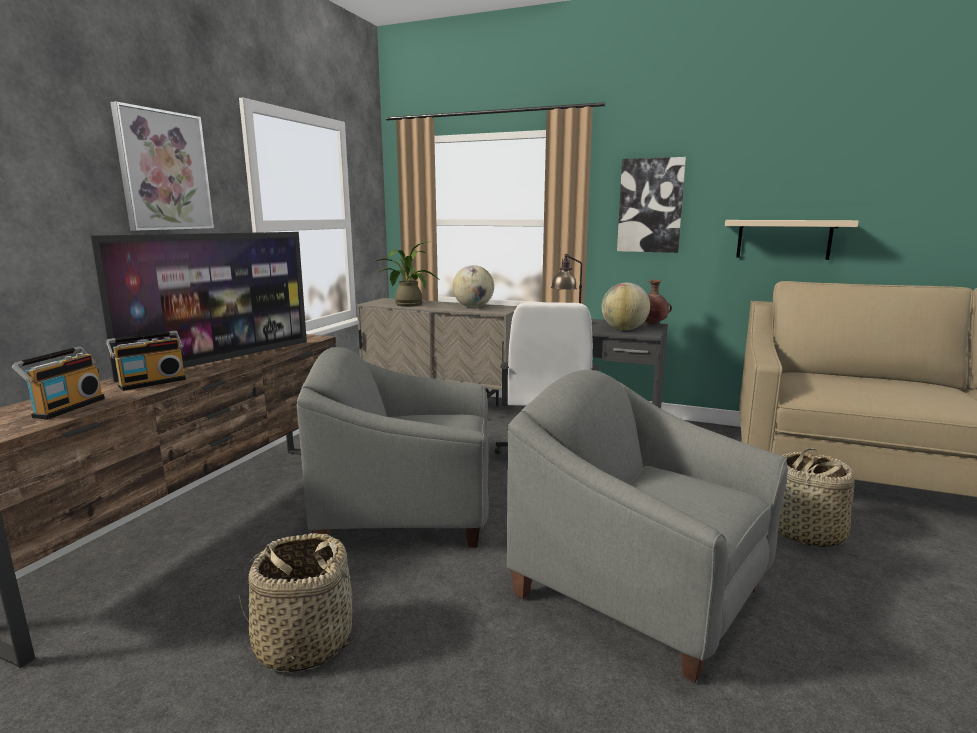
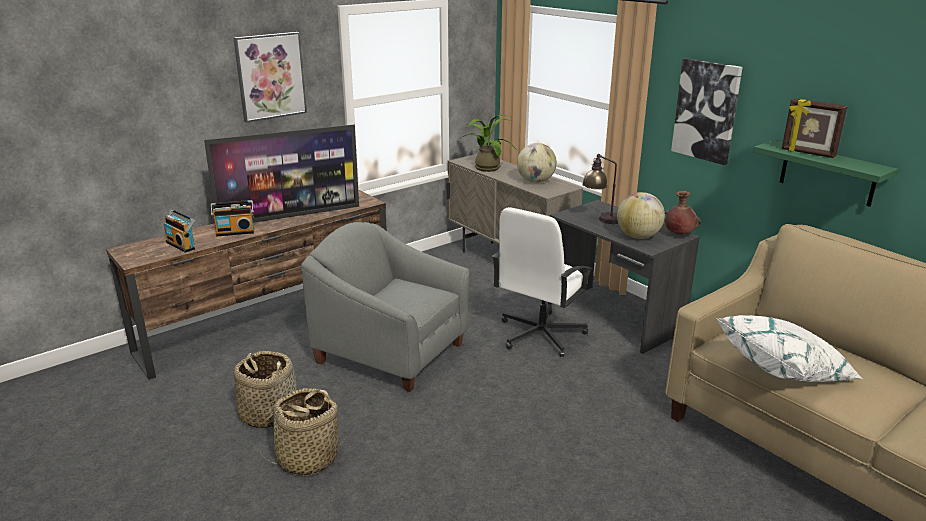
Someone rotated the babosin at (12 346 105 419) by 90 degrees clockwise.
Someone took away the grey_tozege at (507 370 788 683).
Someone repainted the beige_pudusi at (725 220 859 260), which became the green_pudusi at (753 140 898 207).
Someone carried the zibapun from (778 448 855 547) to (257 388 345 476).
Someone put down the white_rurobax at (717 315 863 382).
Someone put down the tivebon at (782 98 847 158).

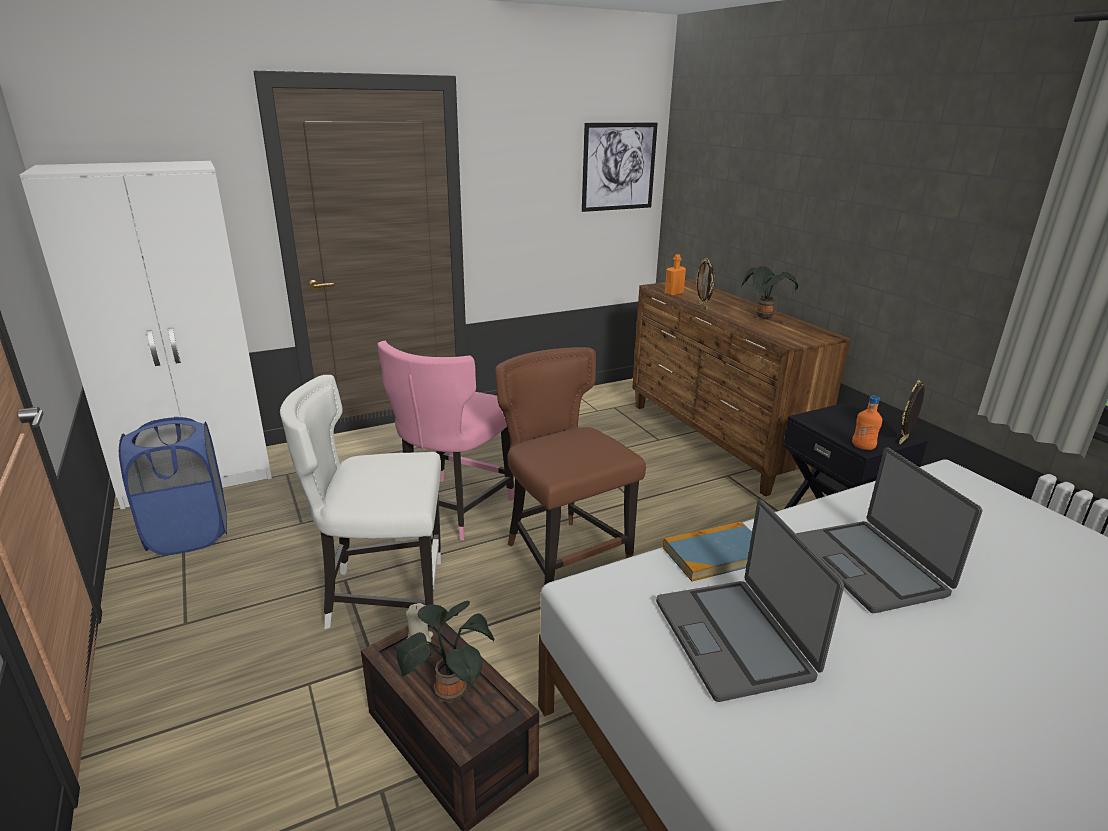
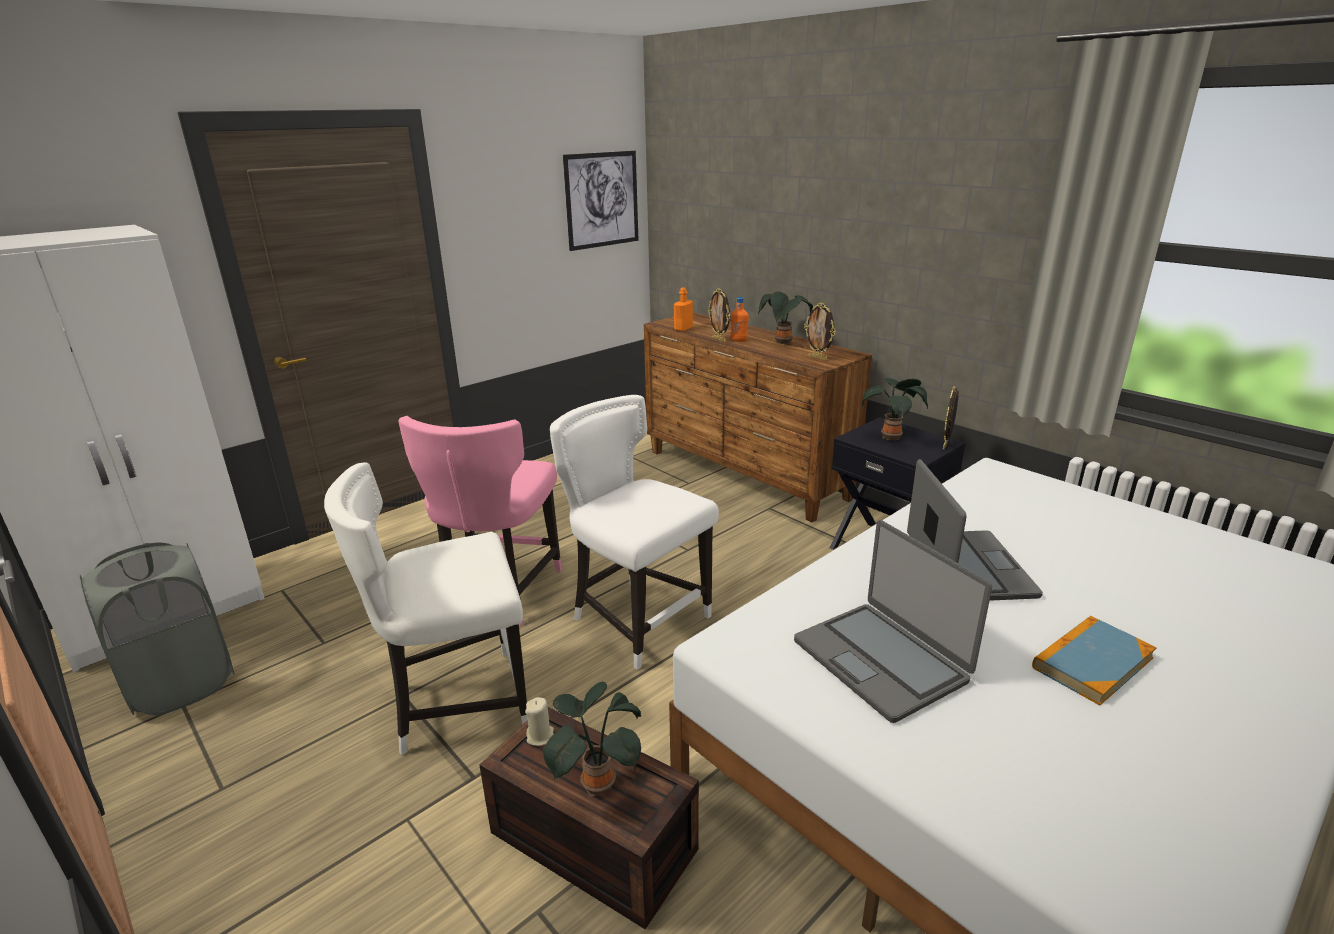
Someone repainted the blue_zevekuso at (119 417 227 555), which became the grey_zevekuso at (80 542 234 715).
Someone repainted the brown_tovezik at (495 347 646 584), which became the white_tovezik at (550 395 719 670).
Someone carried the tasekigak from (663 522 752 581) to (1032 616 1157 705).
Someone rotated the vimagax at (796 447 982 613) by 150 degrees counterclockwise.
Someone carried the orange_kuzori from (852 396 883 450) to (730 297 749 342).
Someone put down the tivebon at (804 303 835 361).
Someone put down the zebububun at (862 378 928 440).

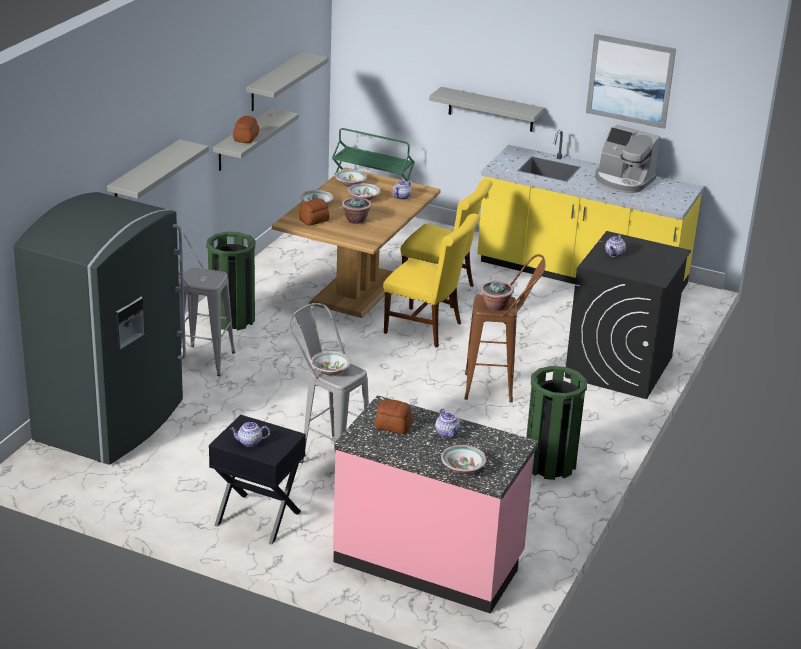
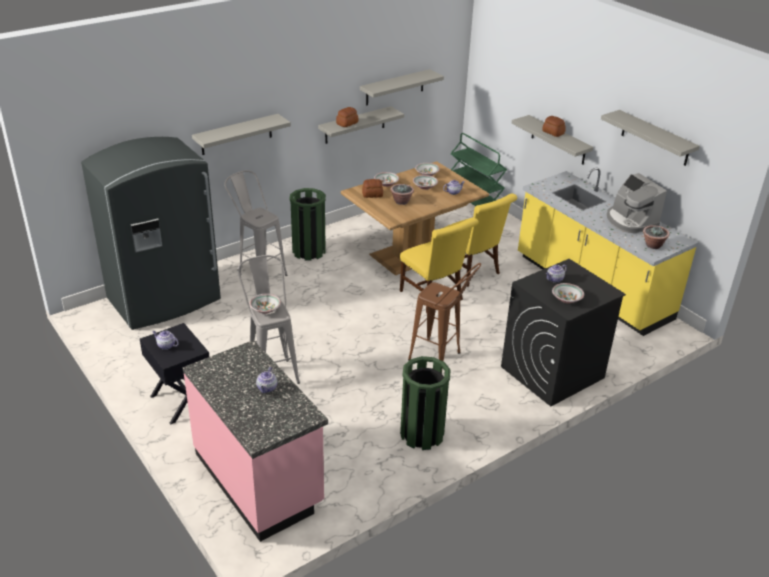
Someone carried the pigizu from (374 399 413 434) to (542 116 566 137).
Someone carried the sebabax from (441 445 486 474) to (552 283 584 303).
Someone carried the zebububun from (480 281 514 311) to (643 225 670 249).
Someone swapped the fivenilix at (586 34 676 129) for the grey_pudusi at (601 110 700 166).

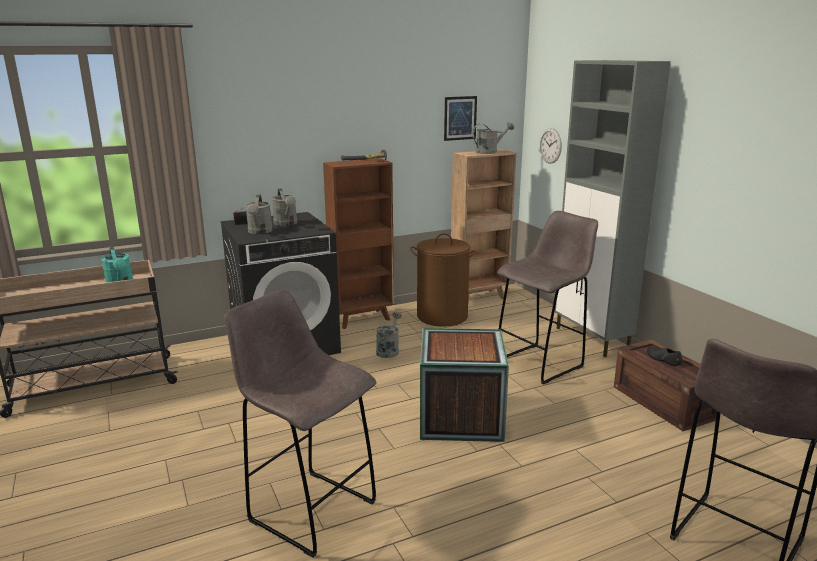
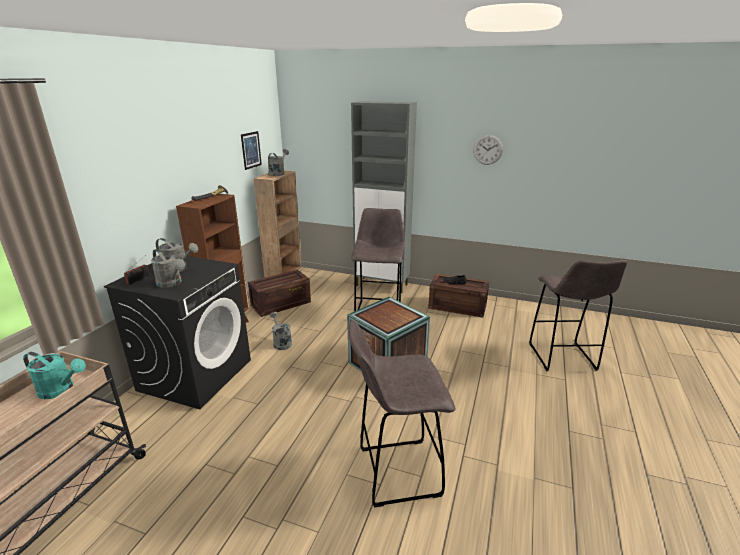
Someone swapped the brown_zevekuso at (410 233 476 327) for the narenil at (248 270 311 317).
Someone carried the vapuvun from (540 128 562 164) to (473 135 503 165).

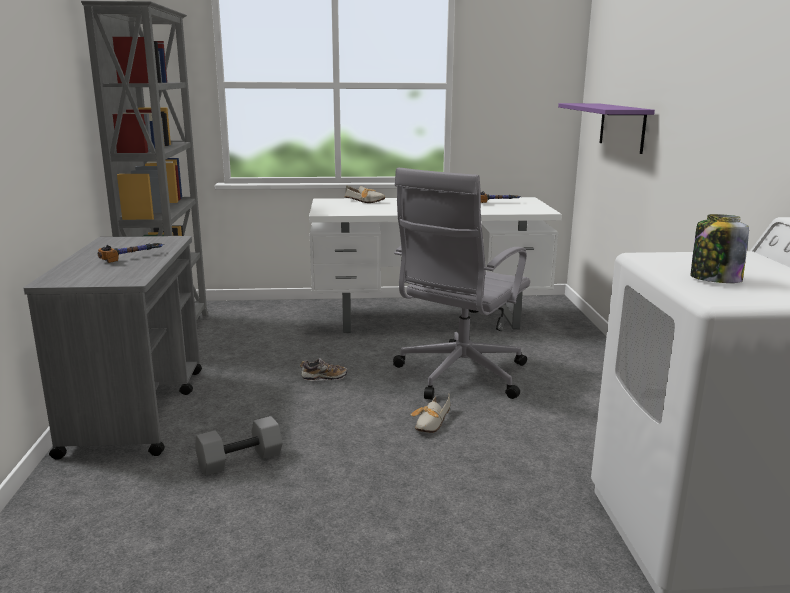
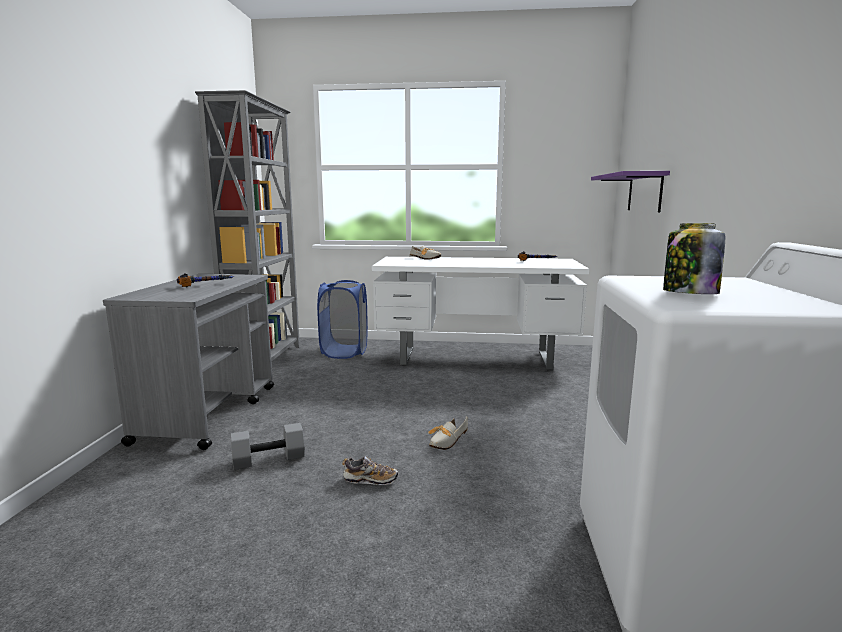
Someone carried the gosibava from (300 358 348 381) to (342 456 398 485).
Someone took away the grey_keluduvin at (393 168 530 400).
Someone put down the blue_zevekuso at (317 280 368 359).

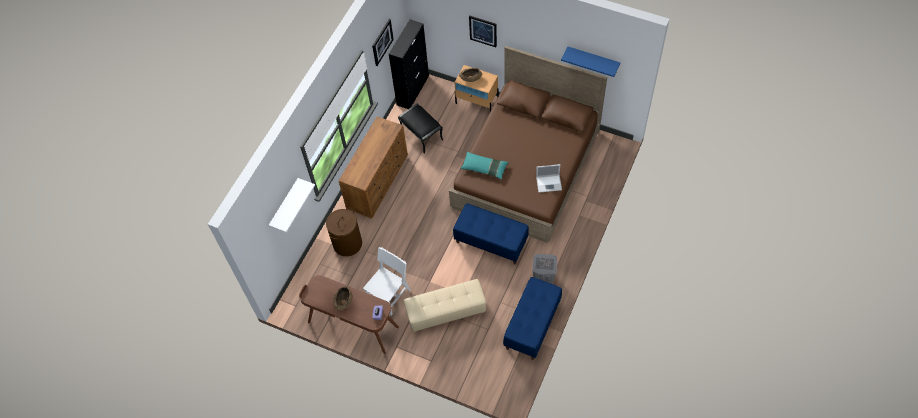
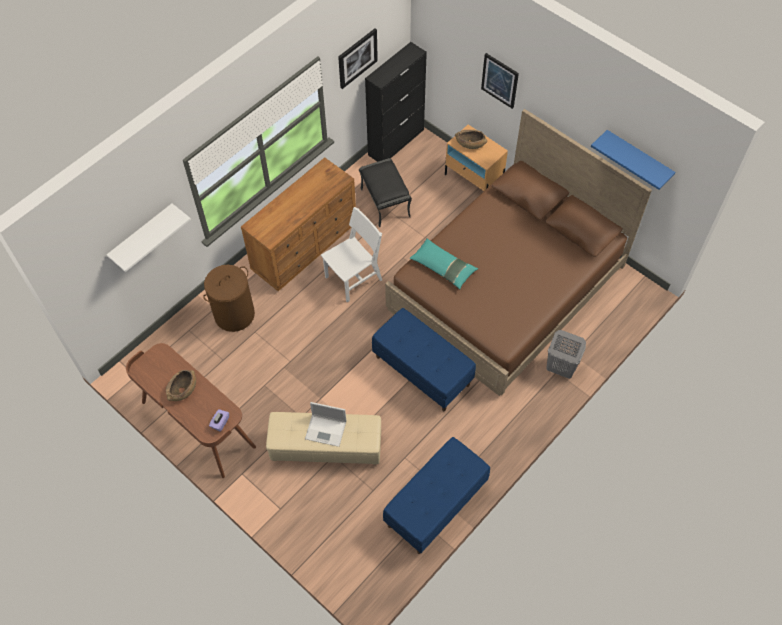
Someone carried the white_tovezik from (363 247 411 315) to (321 207 382 303).
Someone carried the grey_zevekuso from (532 254 557 284) to (546 330 586 379).
Someone carried the vimagax from (536 164 562 193) to (305 402 346 447).

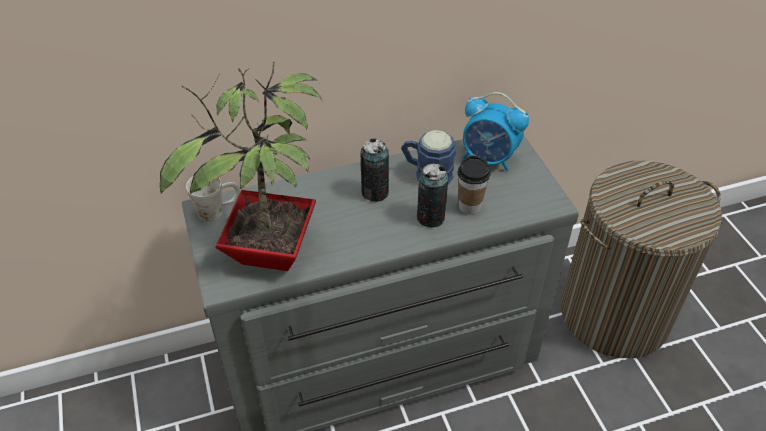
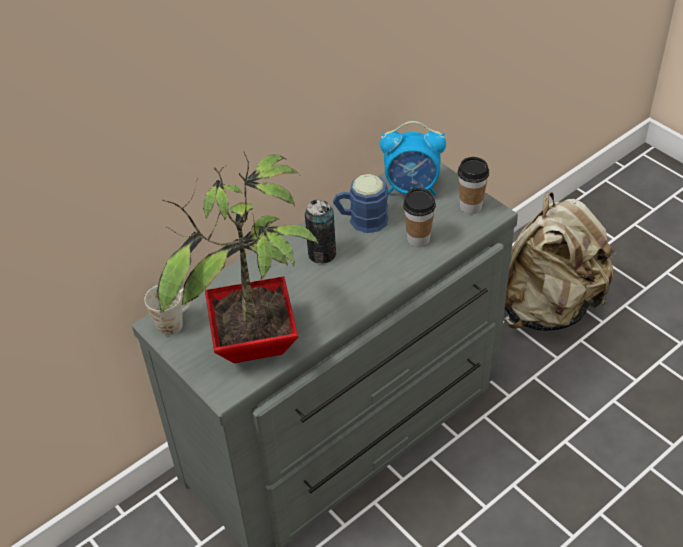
Someone took away the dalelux at (417 164 448 228).
Someone swapped the zevekuso at (561 161 722 358) for the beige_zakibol at (503 192 616 331).
Someone put down the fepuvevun at (458 157 489 214).

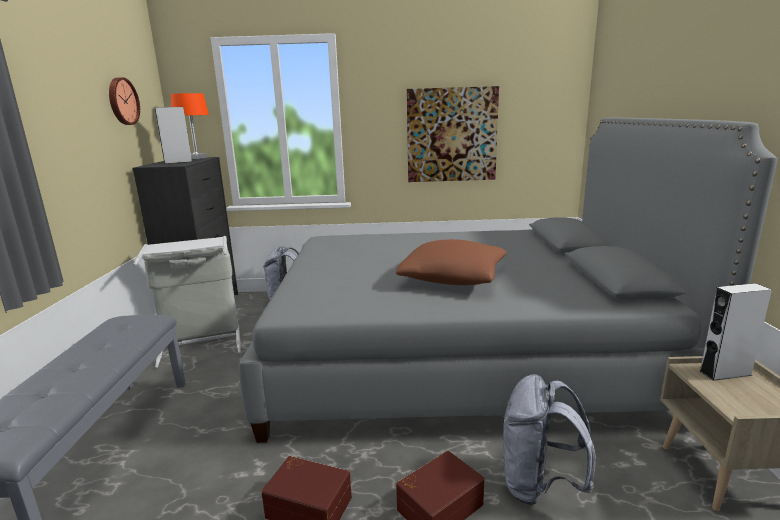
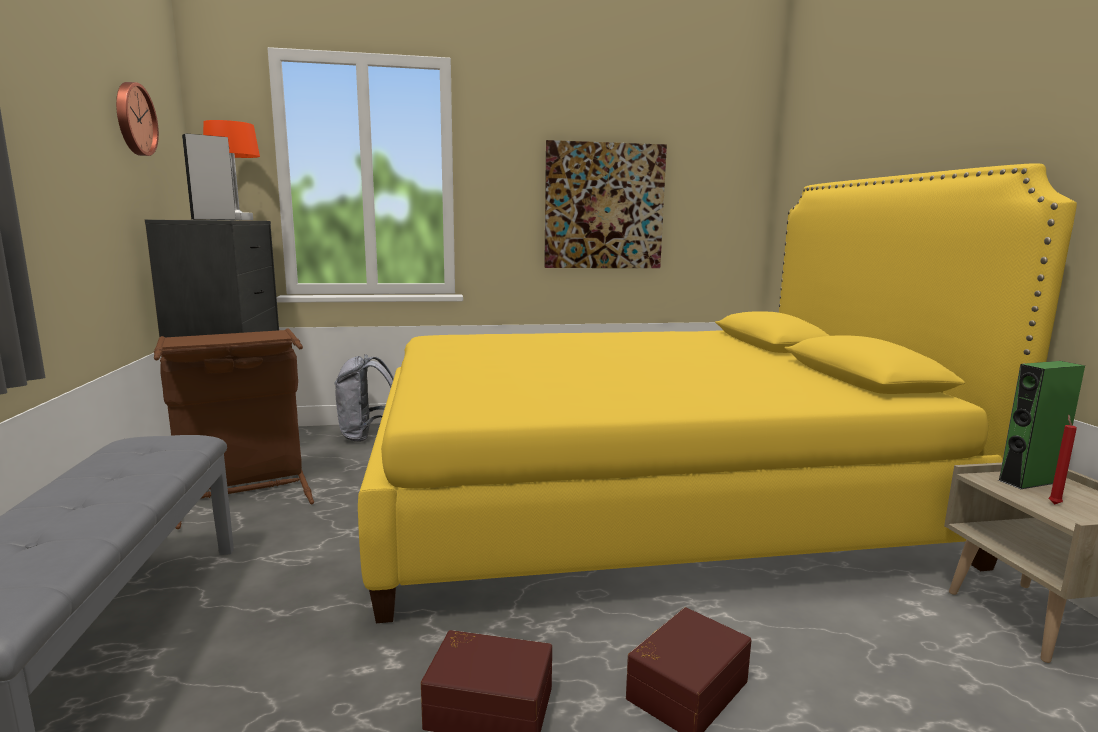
Someone repainted the grey_zevekuso at (134 236 241 368), which became the brown_zevekuso at (154 329 314 529).
Someone repainted the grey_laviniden at (238 118 777 443), which became the yellow_laviniden at (358 163 1077 623).
Someone took away the brown_rurobax at (396 239 507 285).
Someone took away the grey_zakibol at (503 374 596 505).
Someone repainted the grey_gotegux at (699 283 772 381), which became the green_gotegux at (998 361 1085 489).
Someone put down the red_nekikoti at (1049 415 1077 504).

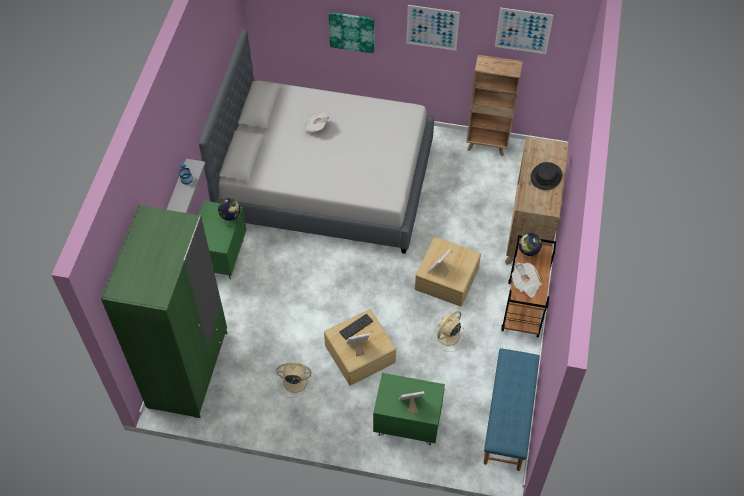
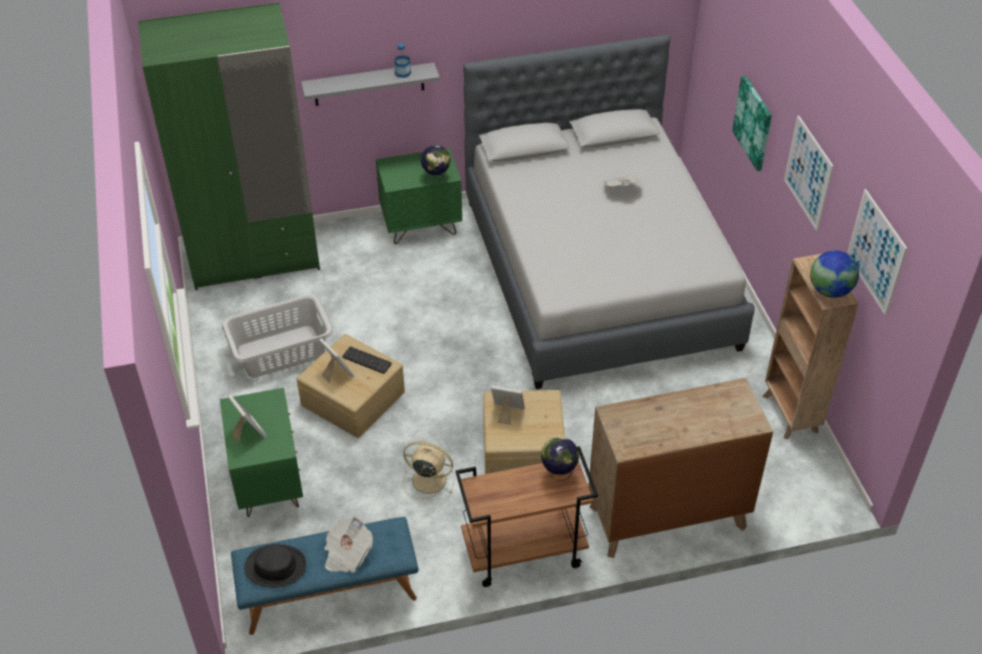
Someone swapped the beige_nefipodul at (276 361 313 398) for the grey_zevekuso at (222 295 333 378).
Someone carried the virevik from (512 263 542 297) to (324 516 373 573).
Someone carried the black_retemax from (530 162 562 190) to (244 544 306 588).
Someone put down the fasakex at (810 250 859 298).

